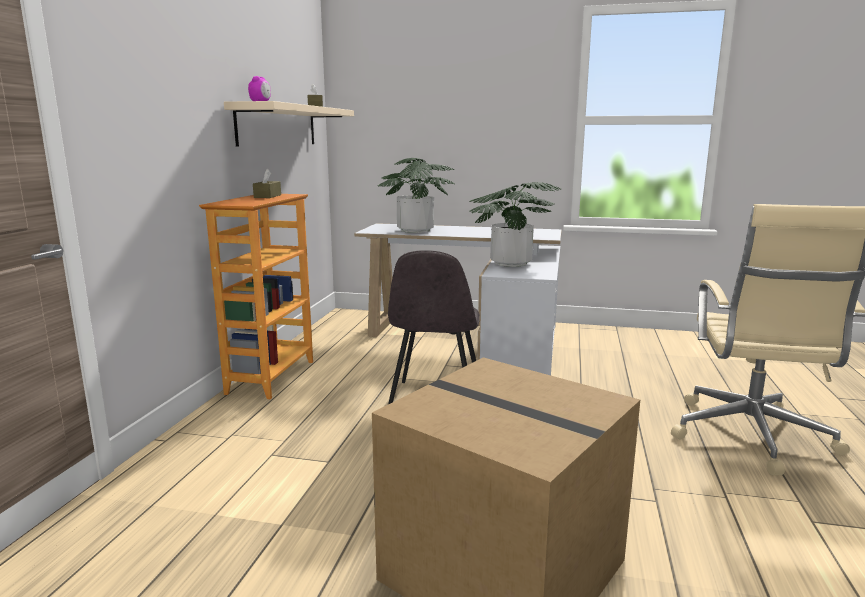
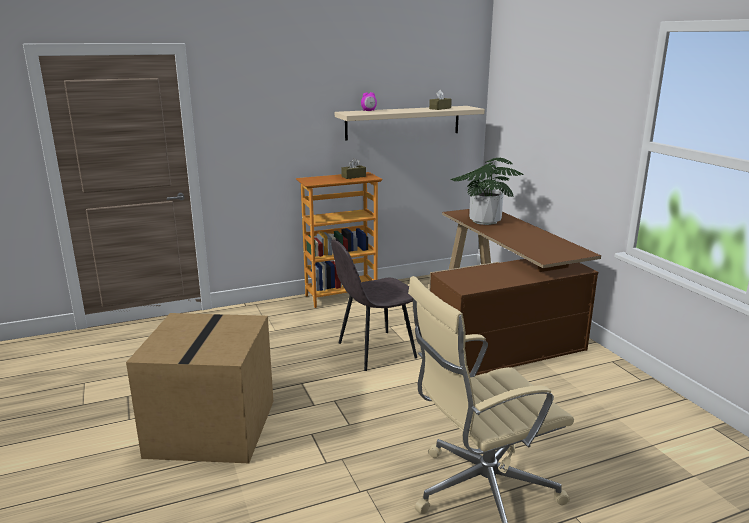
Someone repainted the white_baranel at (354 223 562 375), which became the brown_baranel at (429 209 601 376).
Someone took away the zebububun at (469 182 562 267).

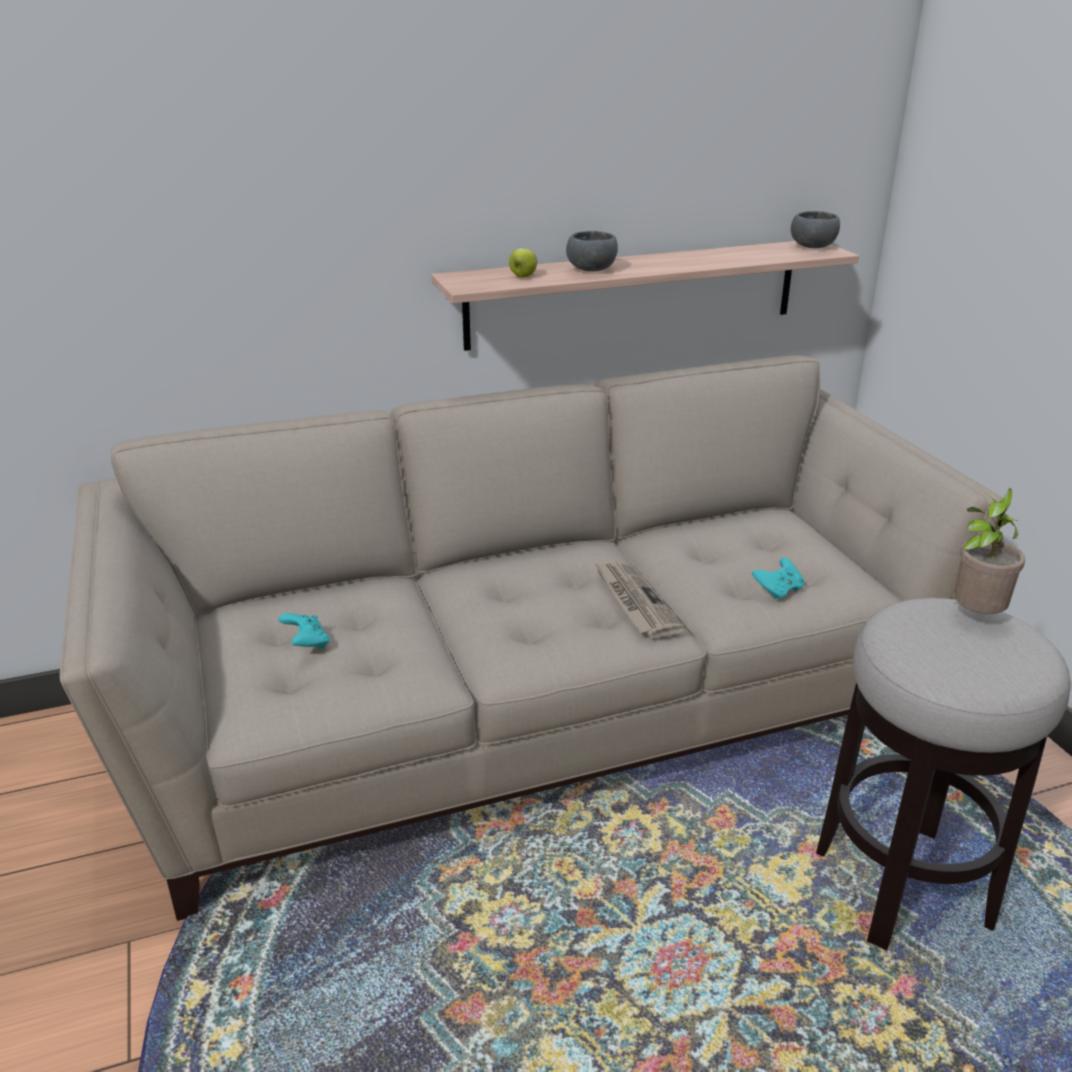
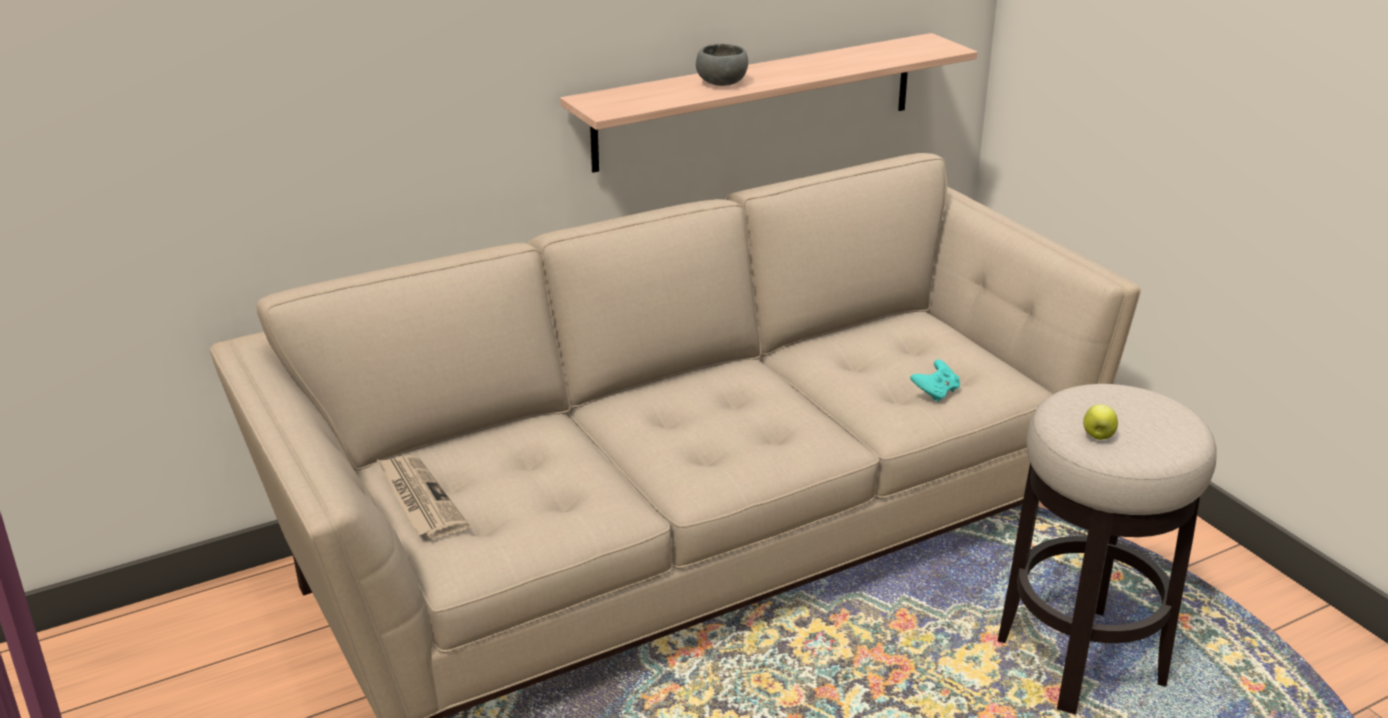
Someone took away the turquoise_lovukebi at (278 613 330 649).
Someone carried the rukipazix from (509 248 537 278) to (1083 404 1118 440).
Someone carried the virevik from (594 562 685 638) to (376 455 469 539).
Someone took away the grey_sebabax at (791 211 840 248).
Someone took away the zebububun at (951 488 1025 614).

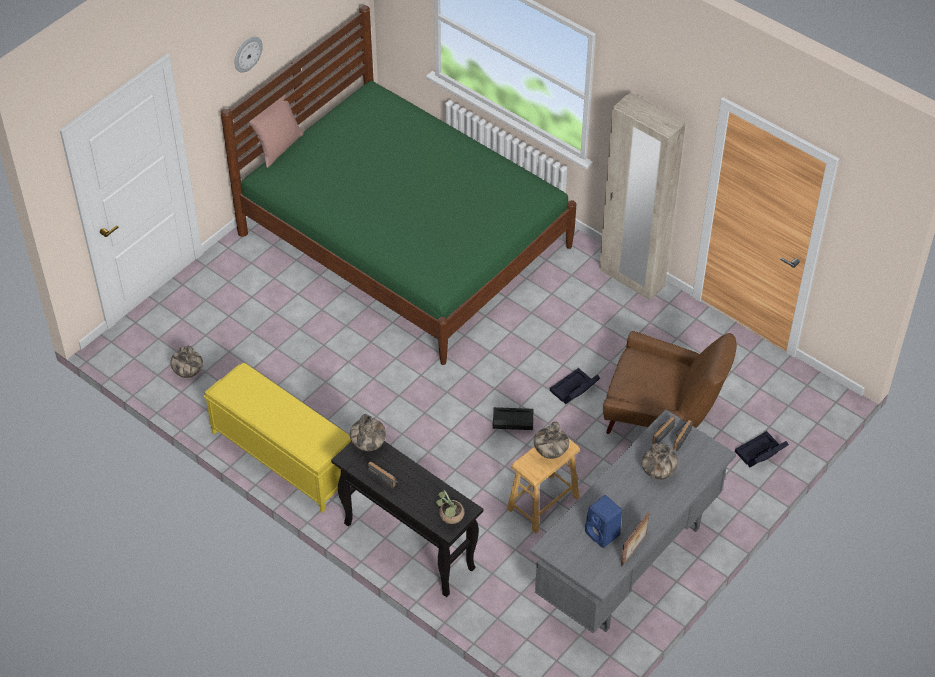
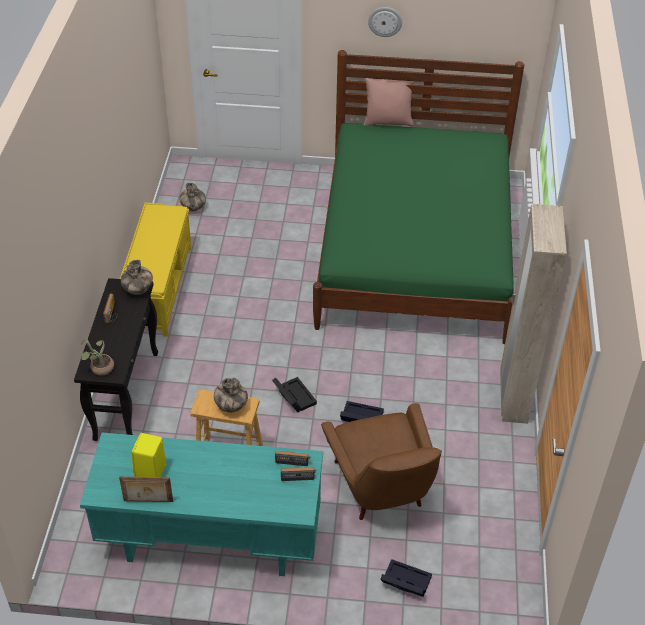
Someone repainted the grey_baranel at (530 409 736 634), which became the turquoise_baranel at (80 432 323 576).
Someone repainted the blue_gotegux at (585 495 622 548), which became the yellow_gotegux at (132 433 166 477).
Someone took away the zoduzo at (642 443 678 479).

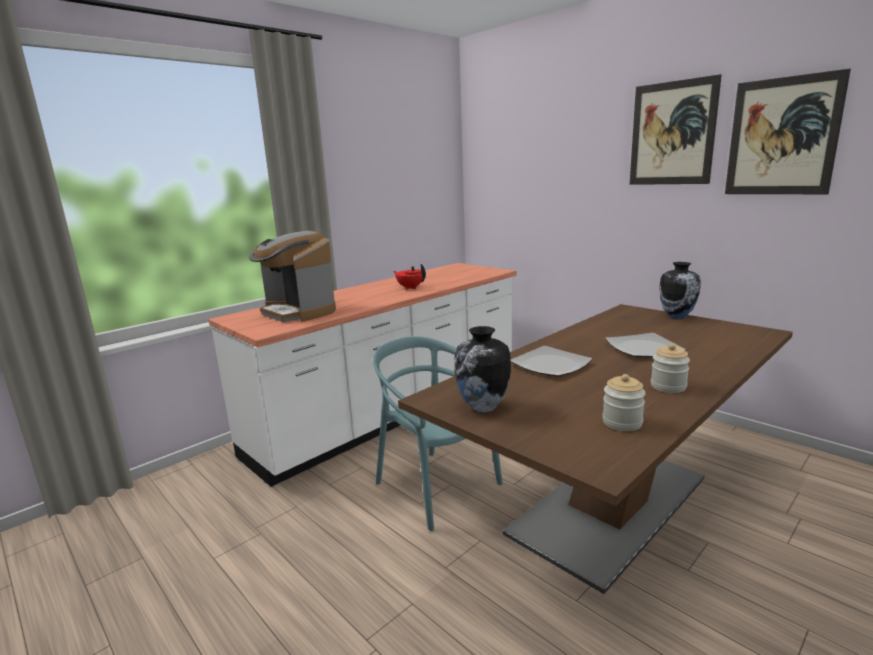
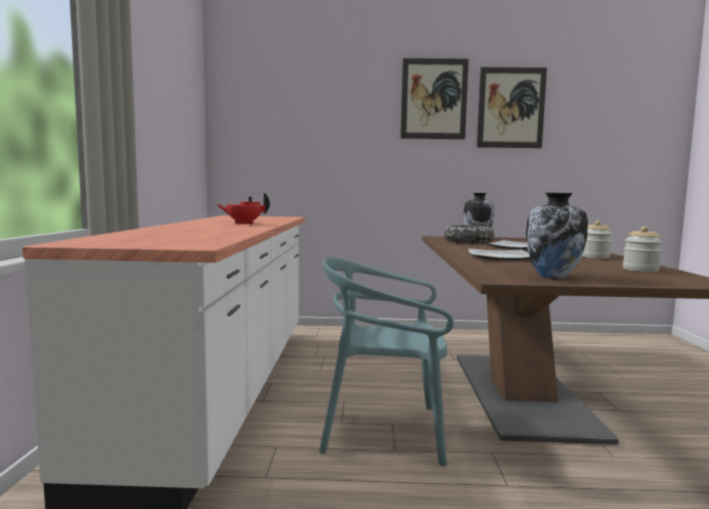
Someone took away the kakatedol at (249 231 336 322).
Someone put down the sebabax at (444 225 494 243).

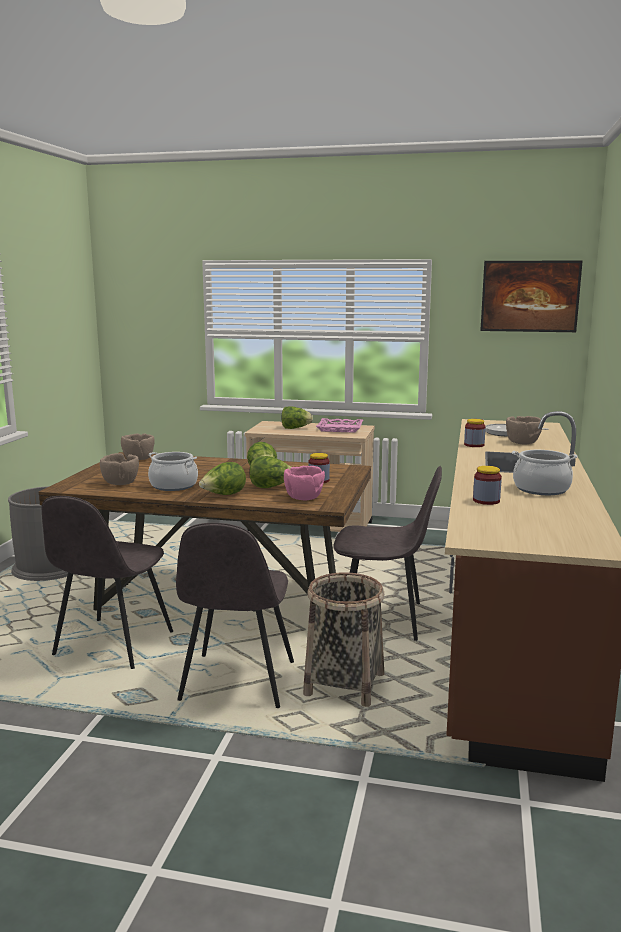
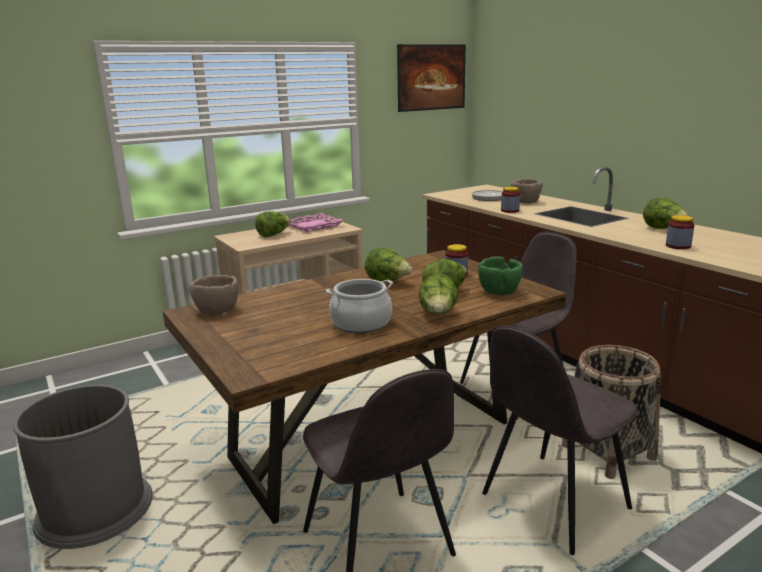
Someone took away the brown_sebabax at (100 453 139 485).
Someone rotated the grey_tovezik at (176 523 294 708) by 90 degrees clockwise.
Someone repainted the pink_sebabax at (284 466 325 500), which became the green_sebabax at (478 256 523 295).
Someone swapped the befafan at (512 450 578 495) for the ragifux at (643 198 689 229).

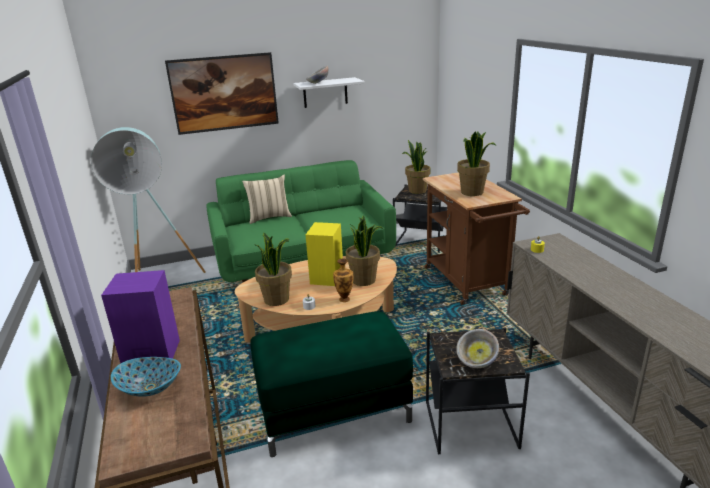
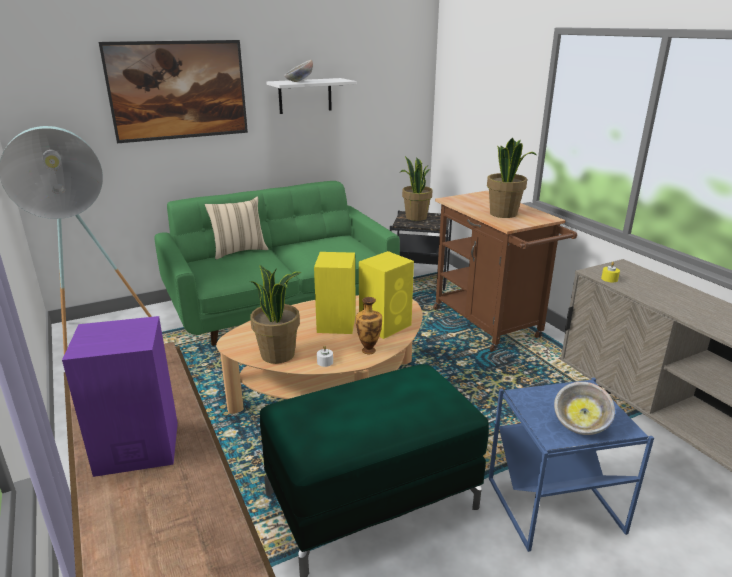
Someone took away the sebabax at (111 357 181 397).
Someone swapped the zebububun at (346 215 384 286) for the yellow_gotegux at (359 251 414 339).
Someone repainted the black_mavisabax at (426 327 530 454), which became the blue_mavisabax at (489 378 654 552).

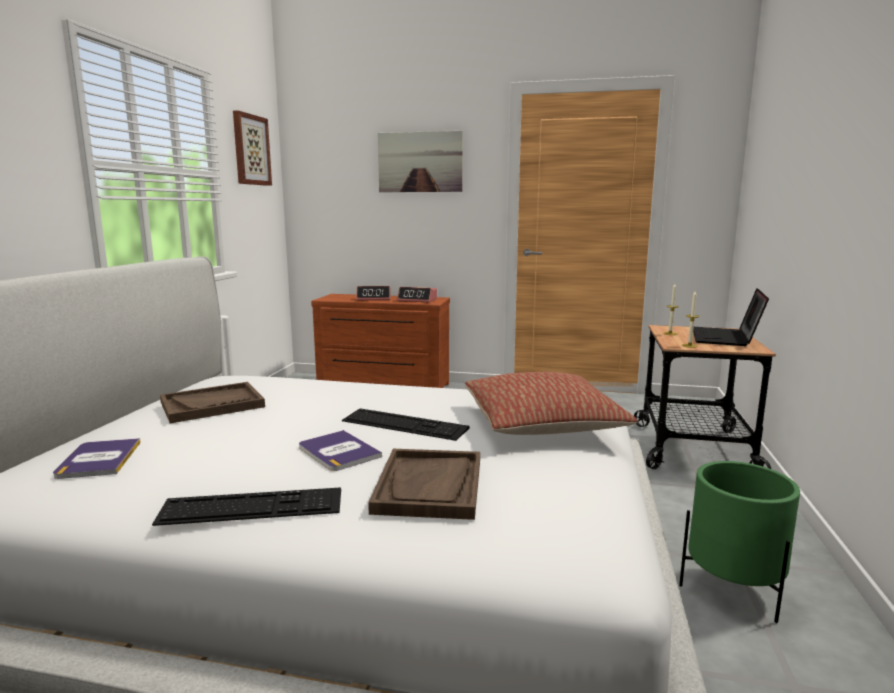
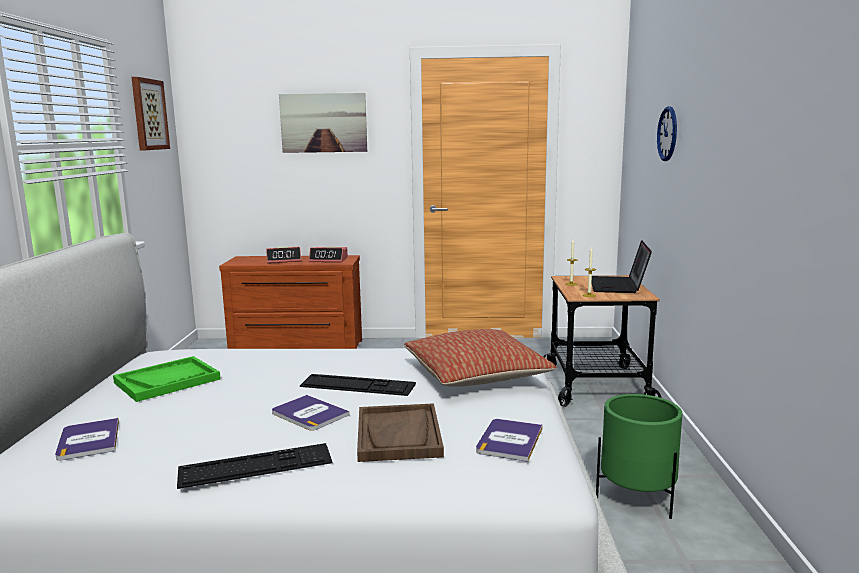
Someone repainted the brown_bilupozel at (160 382 265 423), which became the green_bilupozel at (113 356 221 402).
Someone put down the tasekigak at (476 419 543 462).
Someone put up the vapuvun at (657 106 677 161).

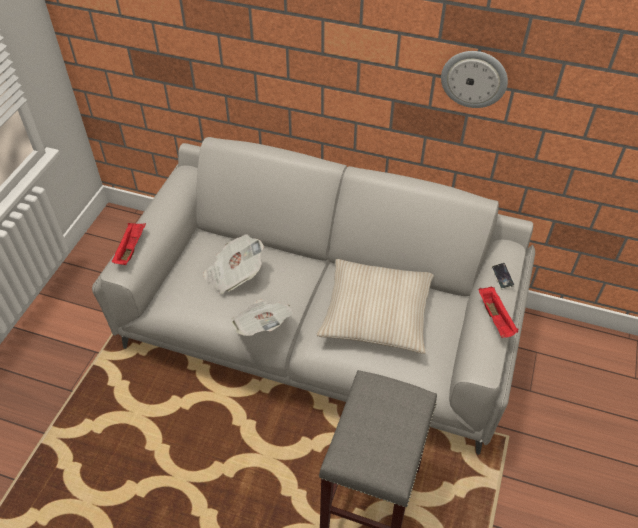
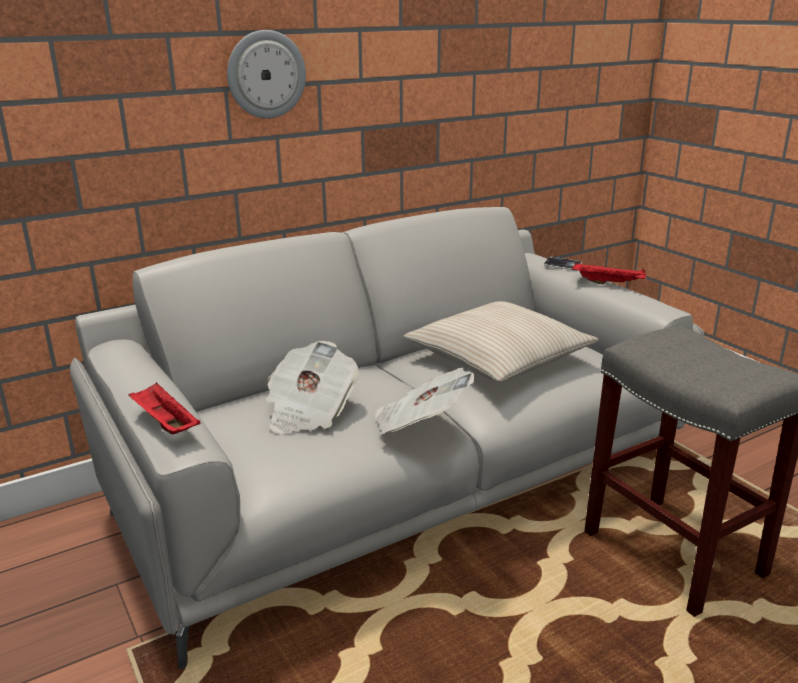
Someone carried the vapuvun from (441 51 508 108) to (227 30 306 119).

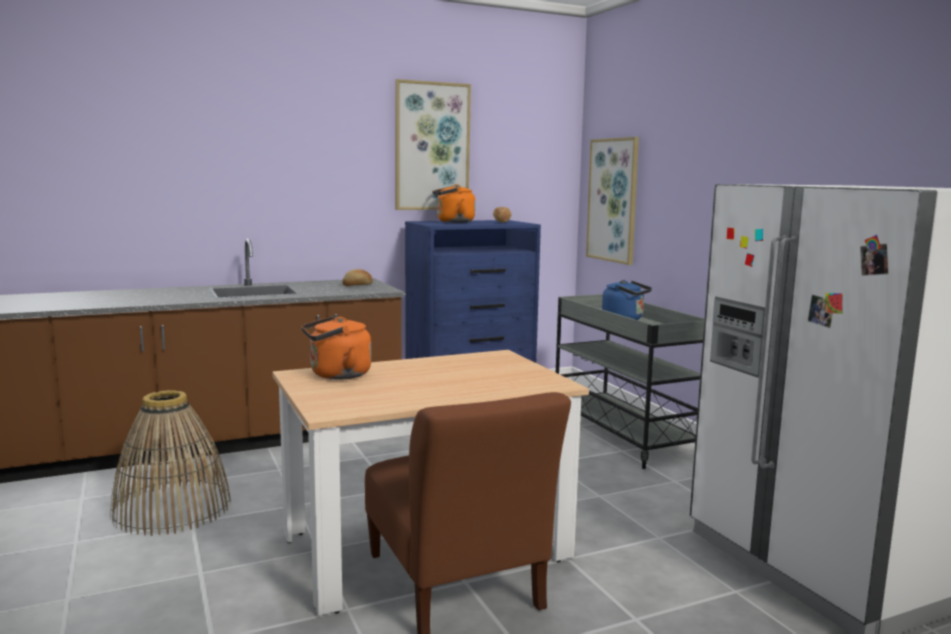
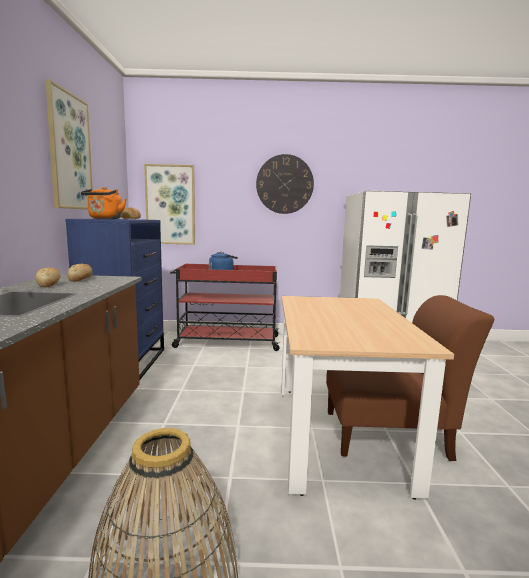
Someone took away the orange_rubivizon at (301 316 371 380).
Someone repainted the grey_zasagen at (556 294 705 469), which became the red_zasagen at (170 264 281 351).
Someone put down the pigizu at (35 267 61 287).
Someone put up the vapuvun at (256 154 314 214).

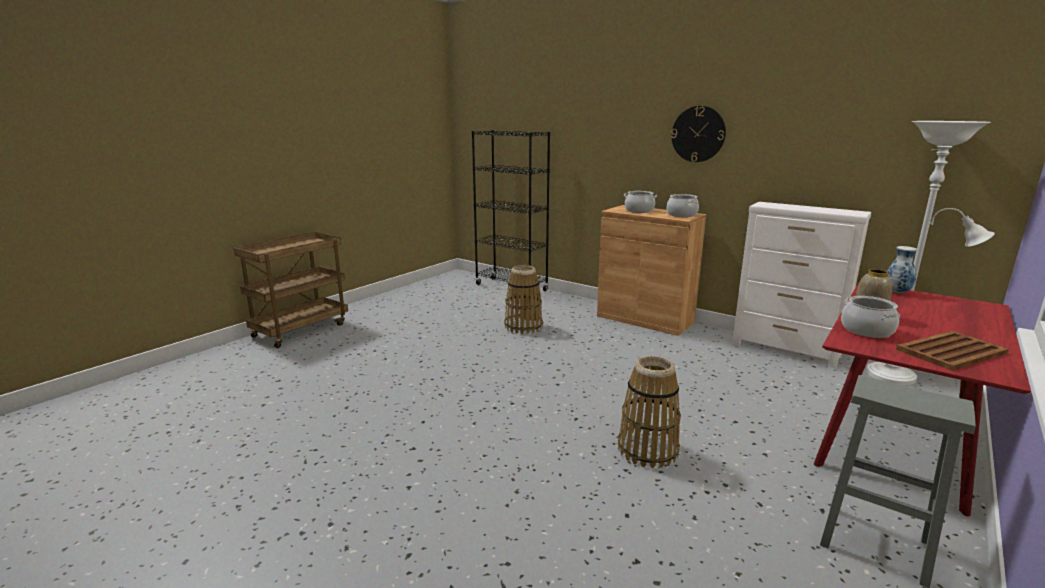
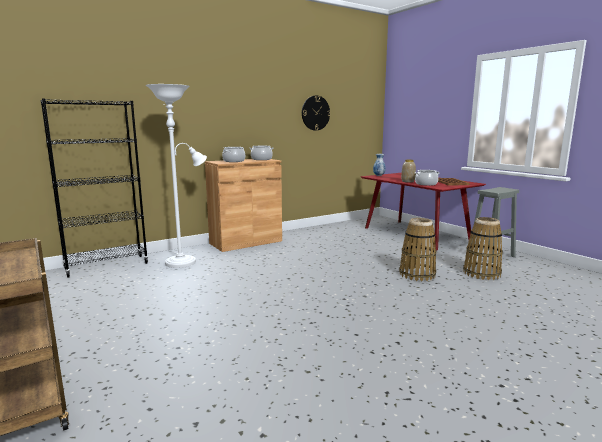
Someone carried the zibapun from (504 265 543 334) to (463 217 503 280).
Someone carried the vapuvun from (671 106 726 162) to (302 95 331 131).
Someone took away the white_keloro at (732 202 871 368).
Someone carried the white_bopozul from (866 121 995 386) to (146 84 207 268).

